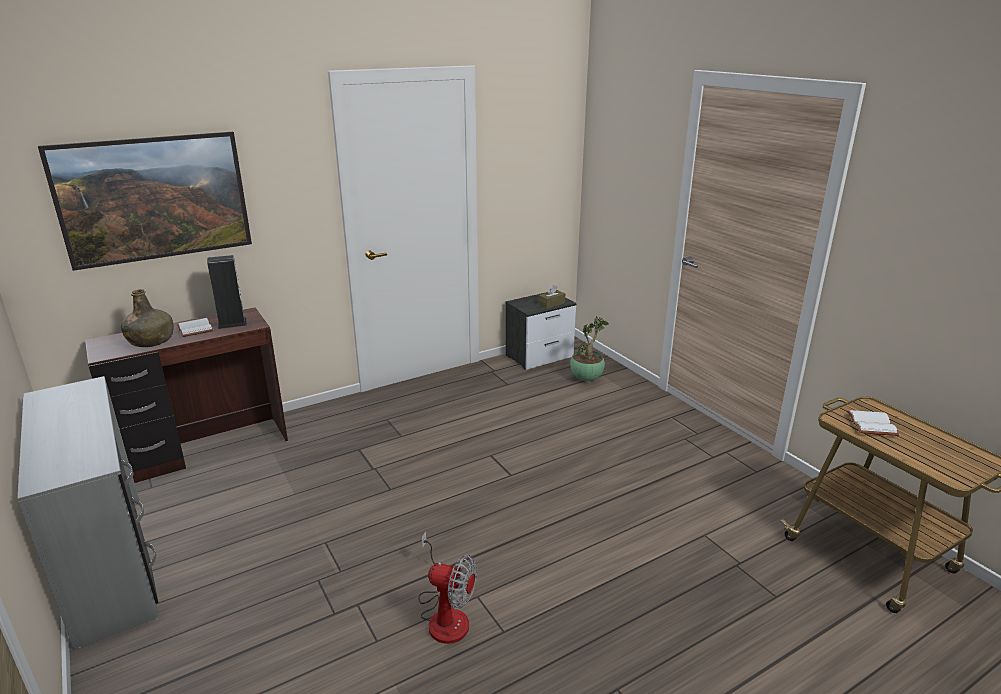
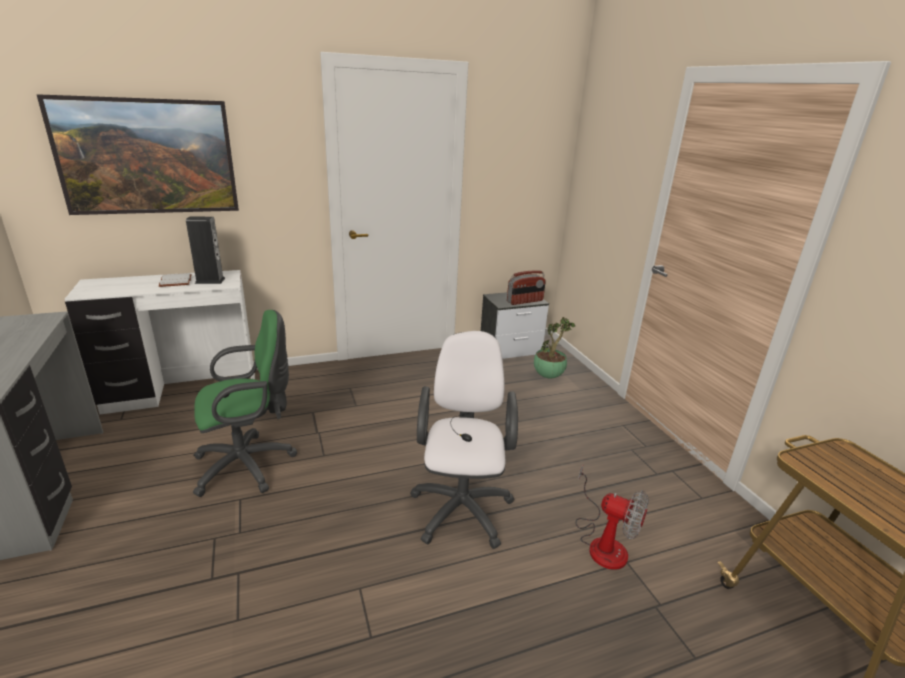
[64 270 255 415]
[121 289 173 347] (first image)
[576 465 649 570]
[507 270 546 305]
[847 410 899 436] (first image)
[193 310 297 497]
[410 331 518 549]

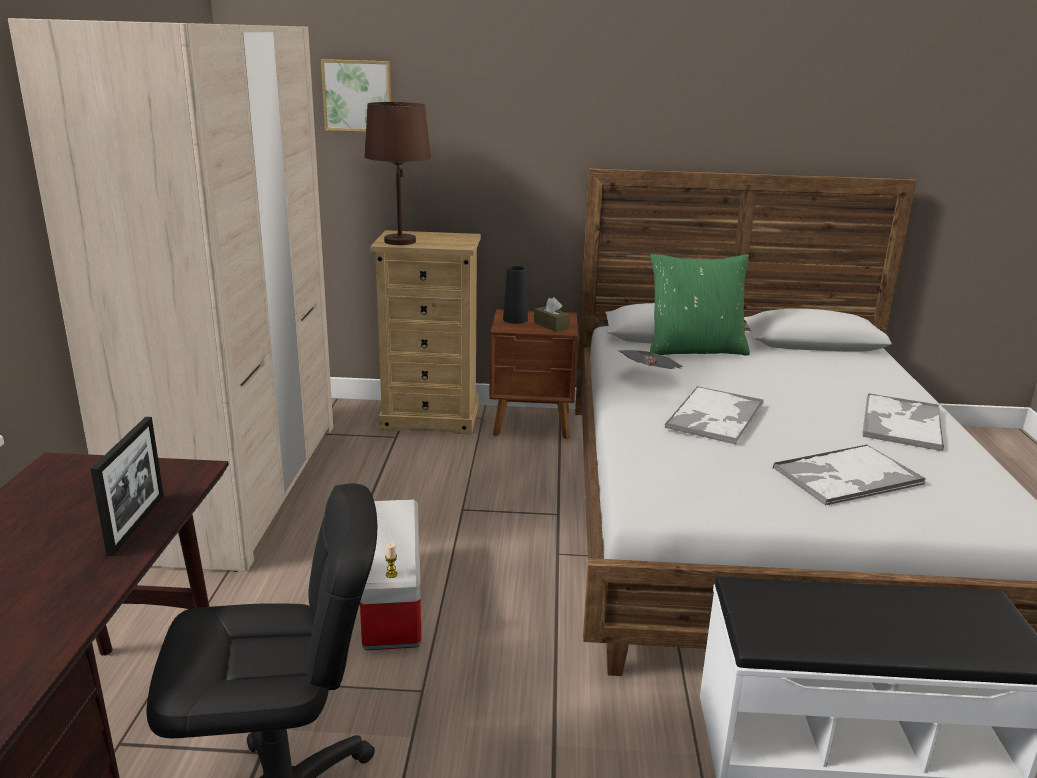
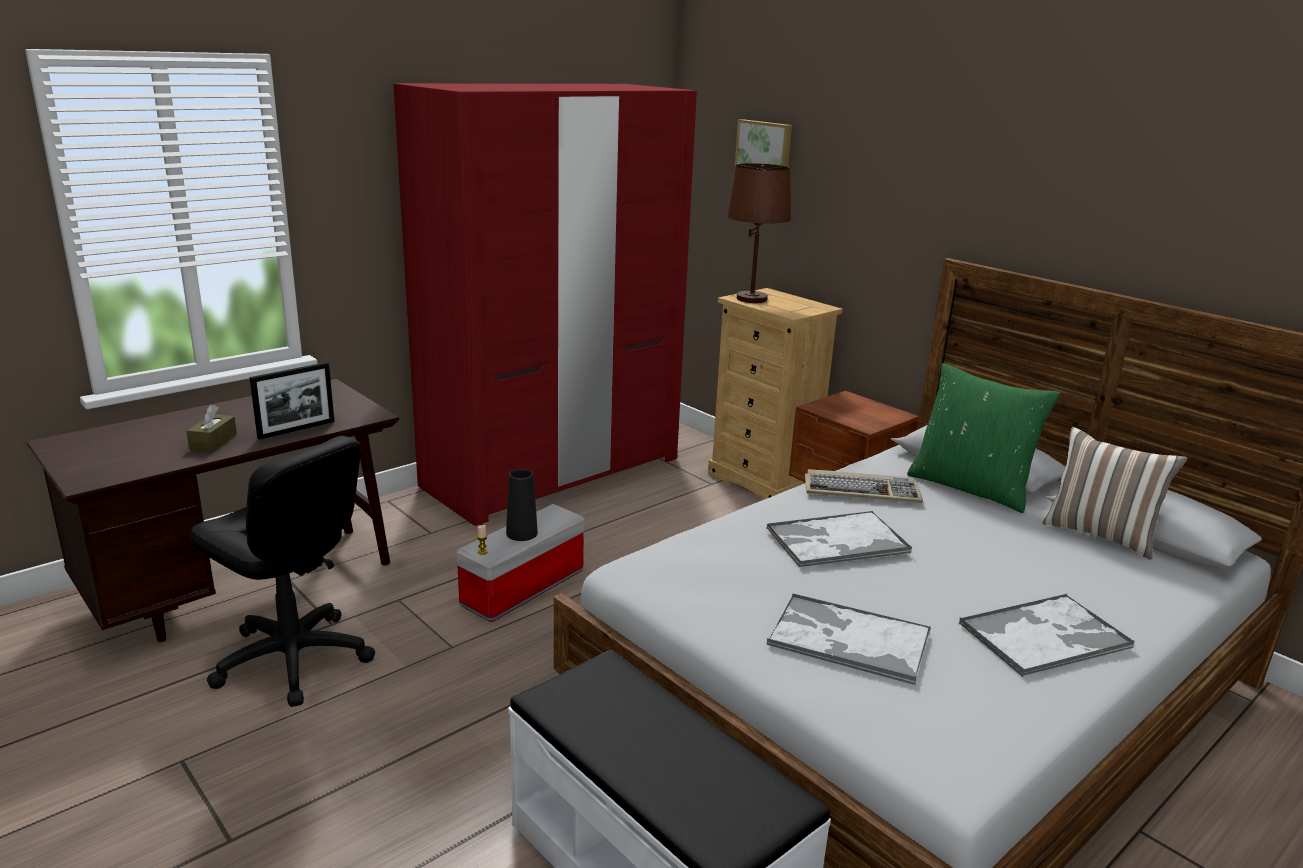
[393 83 697 526]
[506 469 538 541]
[186 405 237 452]
[805 469 923 503]
[1043 427 1188 560]

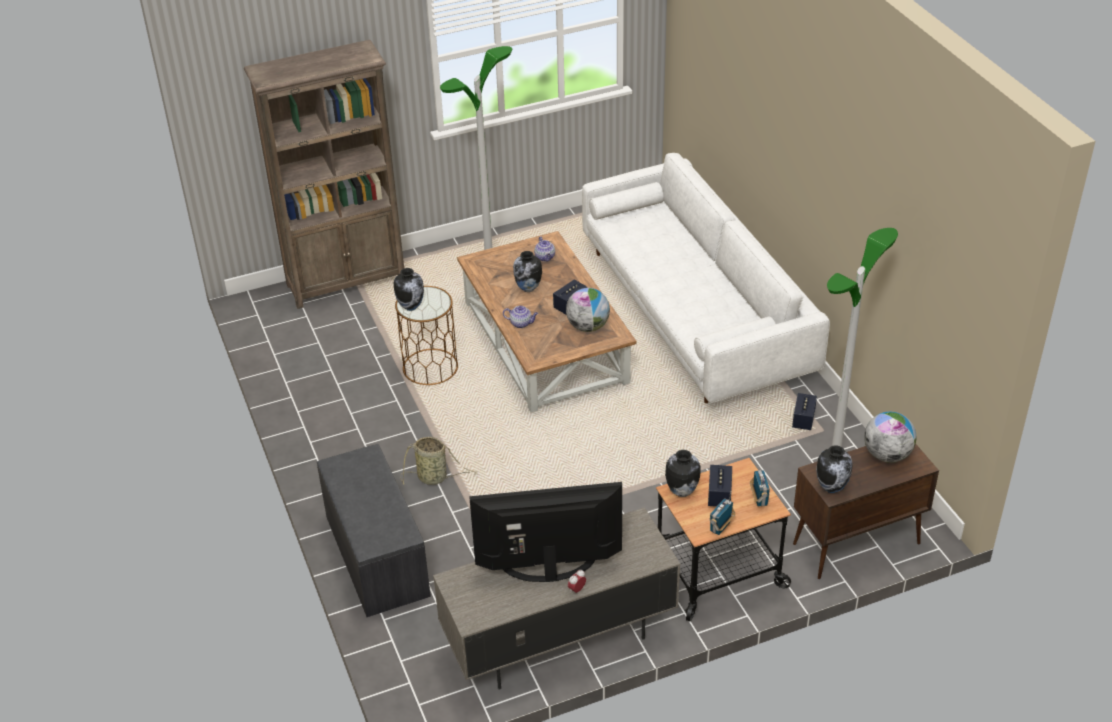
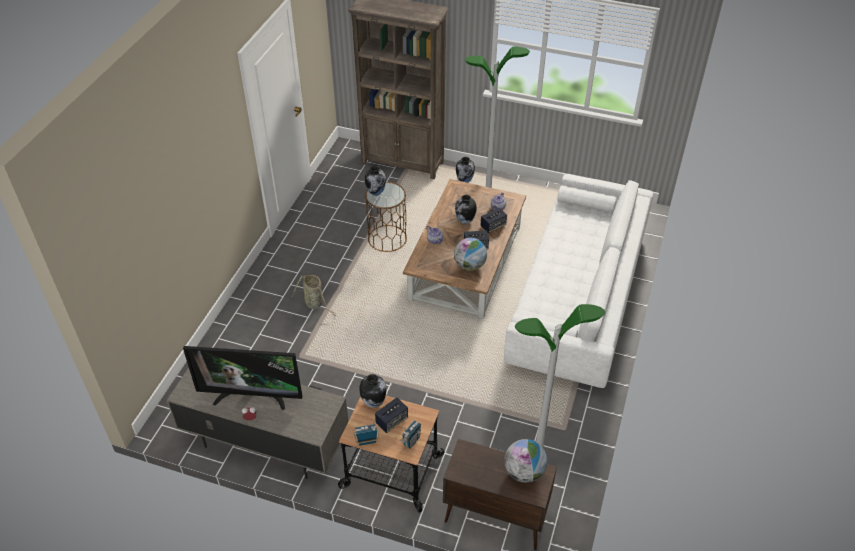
[317 444 431 617] (first image)
[183 346 302 410]
[481 208 507 233]
[456 157 475 183]

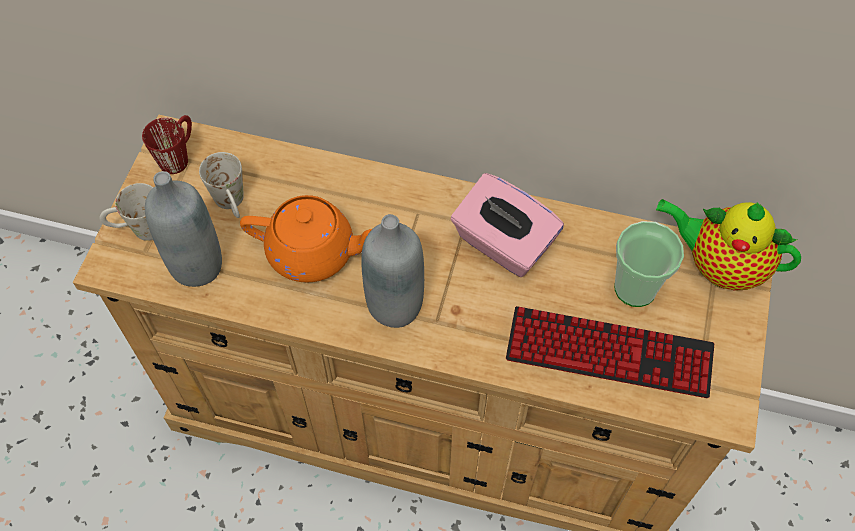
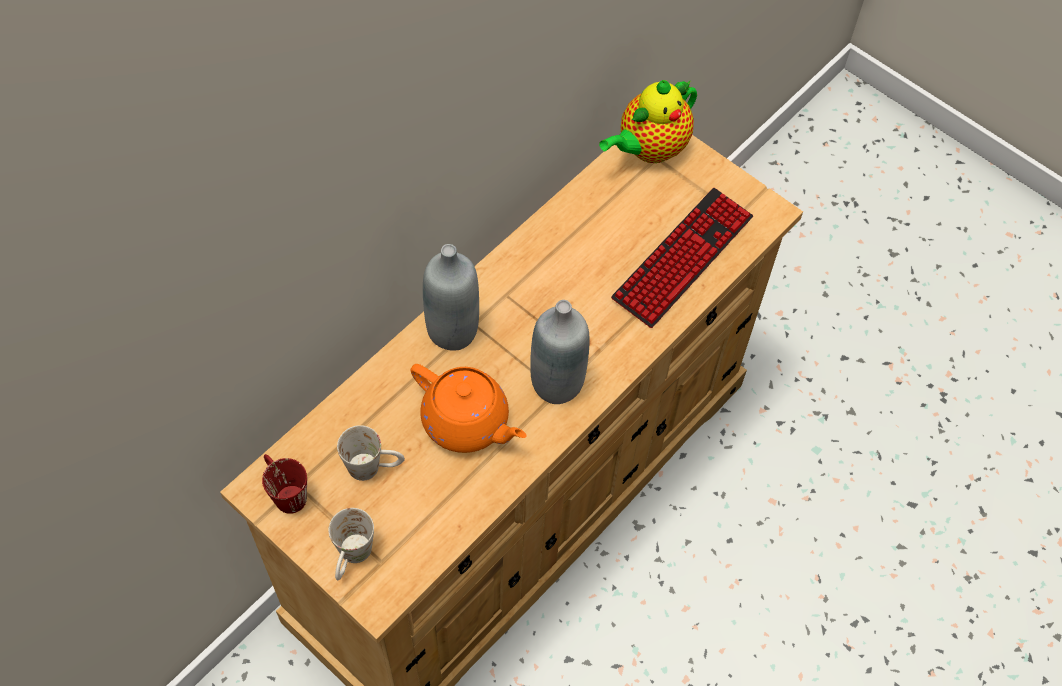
[423 244 479 351]
[411 364 527 453]
[451 173 564 277] (first image)
[614 221 684 307] (first image)

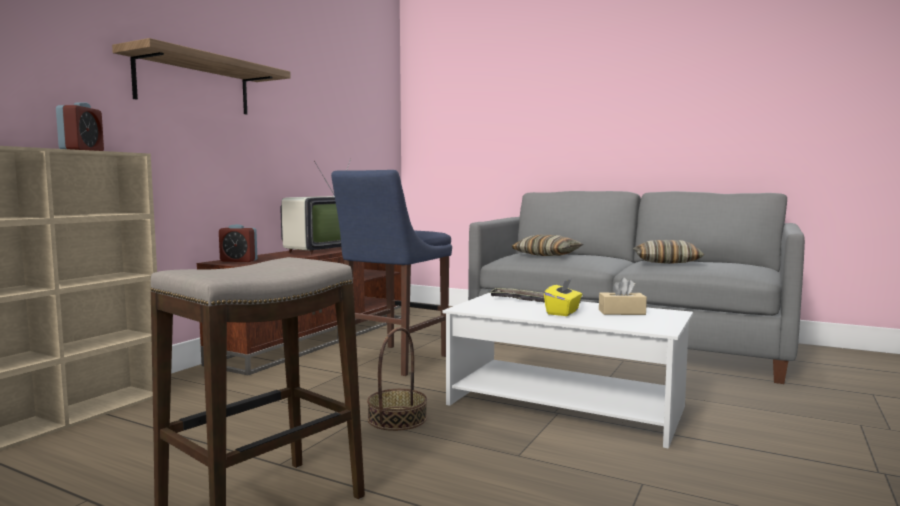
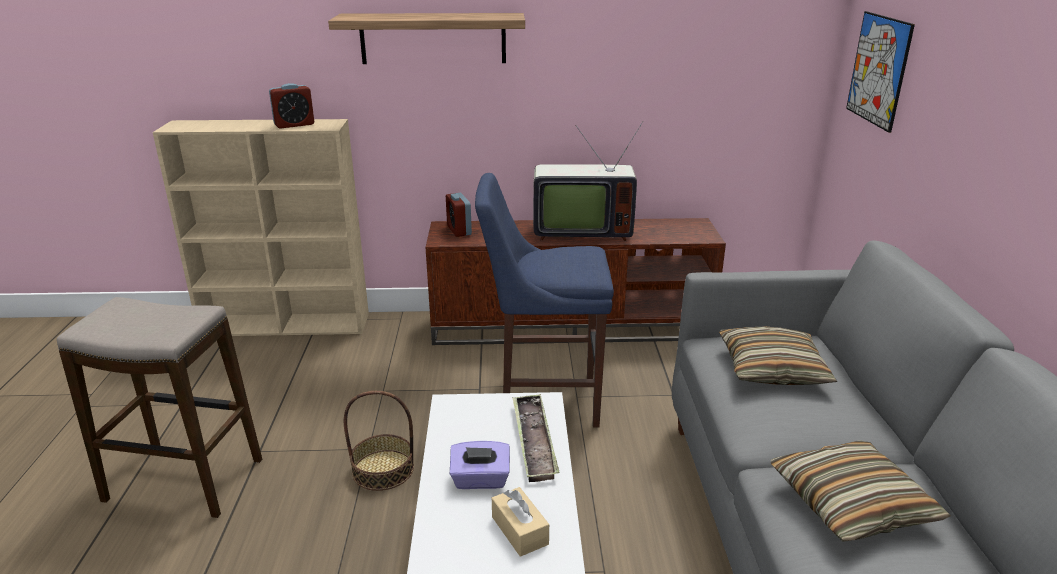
[450 441 510 489]
[846 11 915 133]

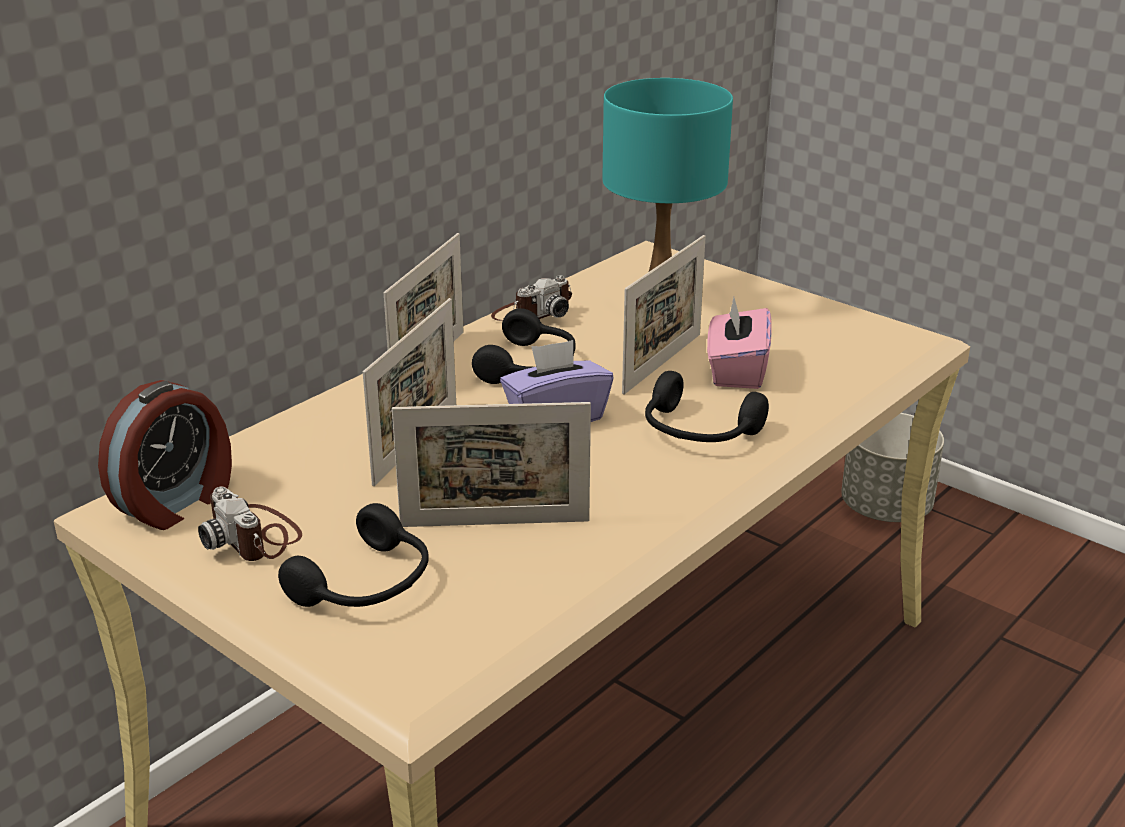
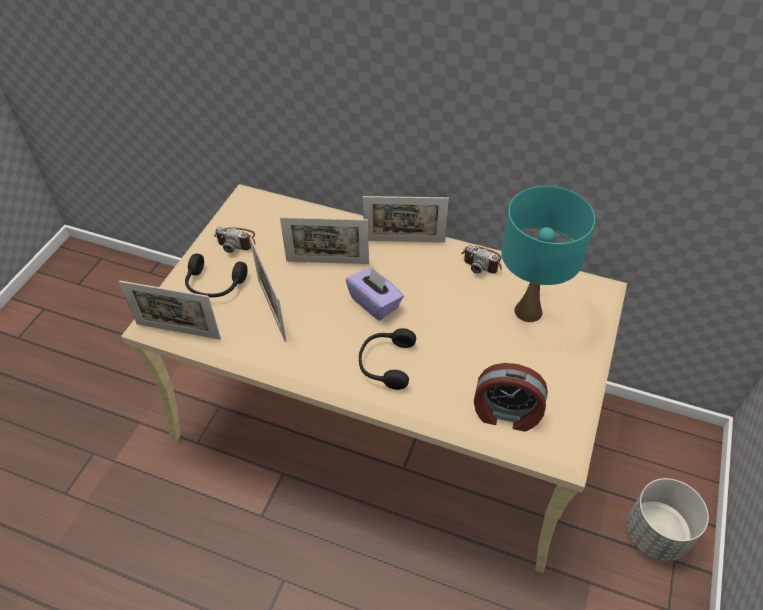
[474 363 548 432]
[214 227 255 253]
[472 308 576 384] (first image)
[119 280 221 339]
[707 297 772 389] (first image)

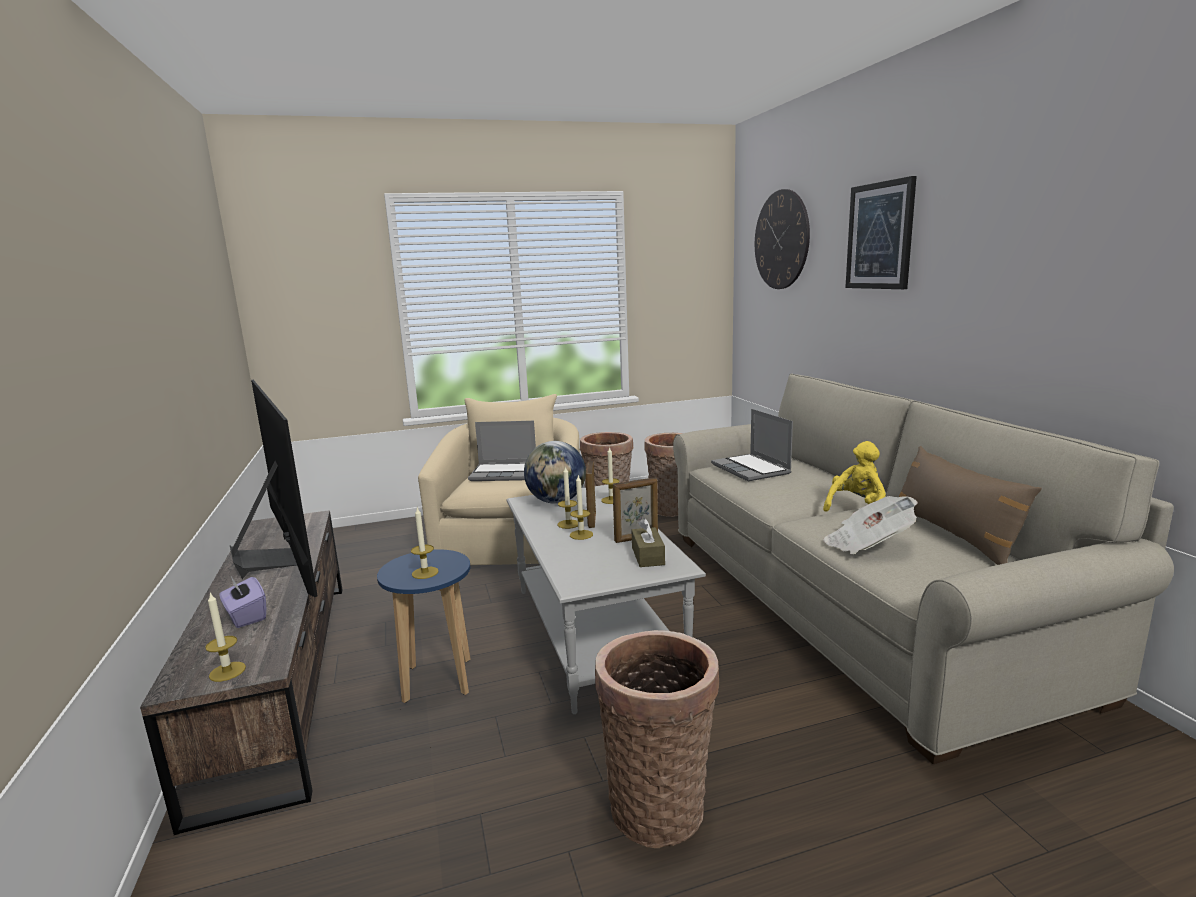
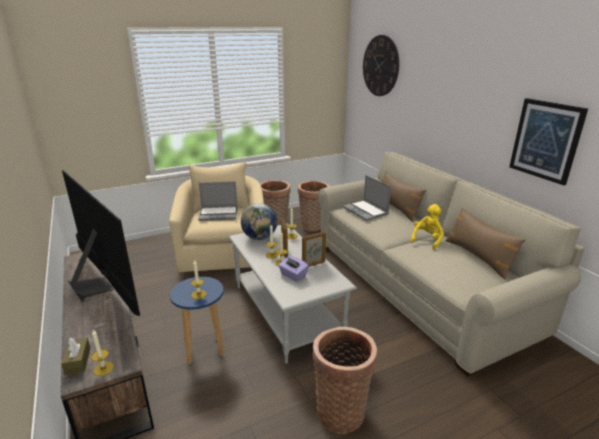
[278 256 309 282]
[61 338 91 375]
[823 496 918 554] (first image)
[509 98 588 185]
[381 171 426 222]

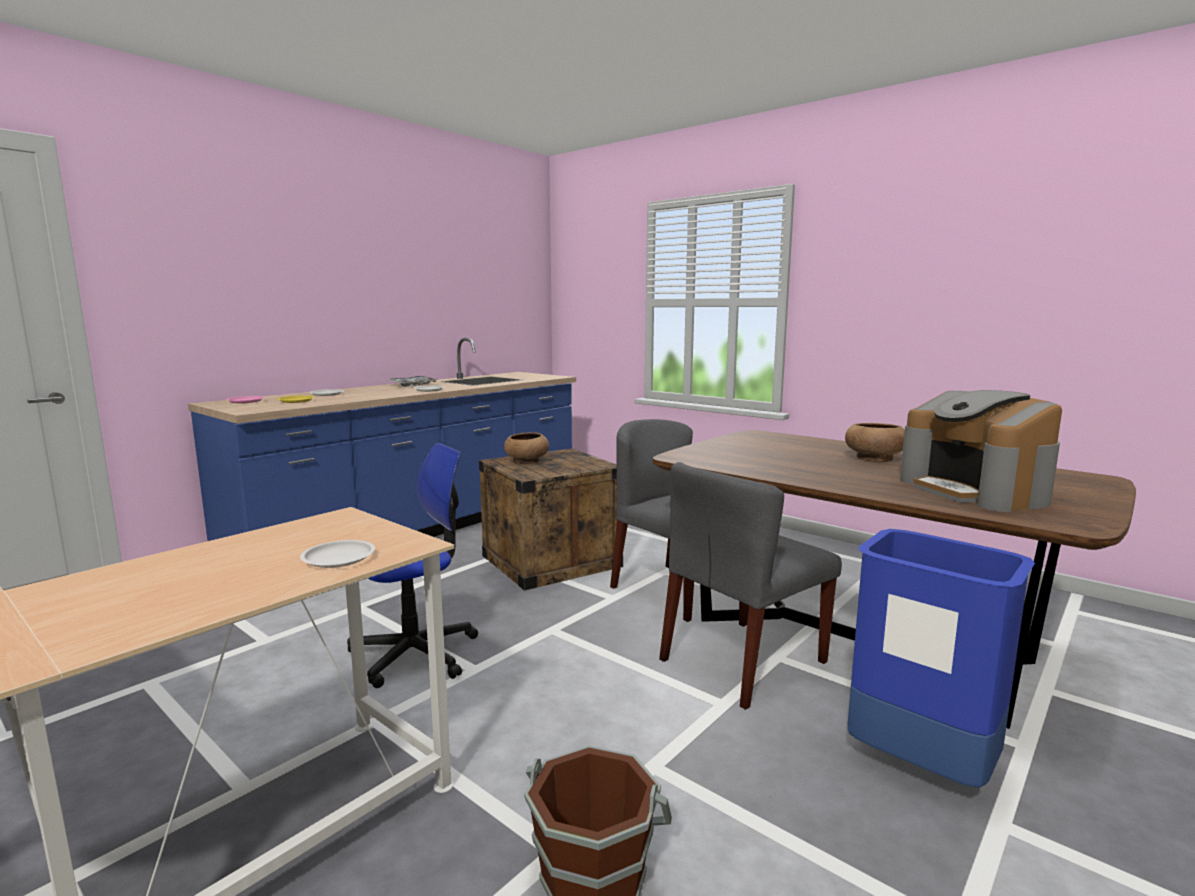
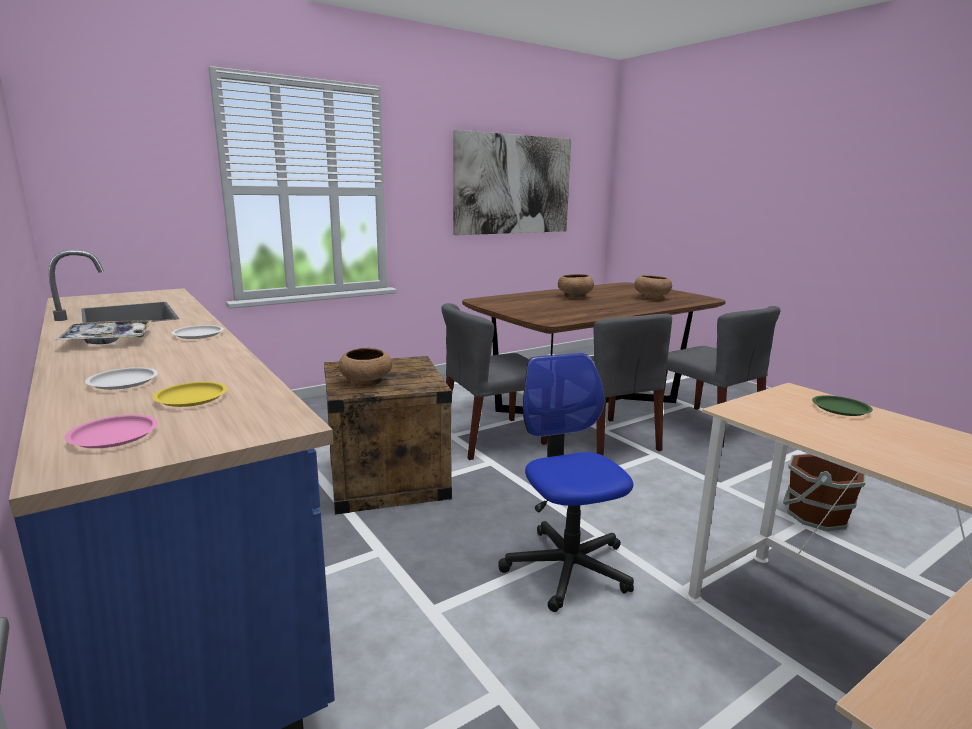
[812 395 873 416]
[663 306 780 448]
[634 275 672 300]
[453 130 572 235]

